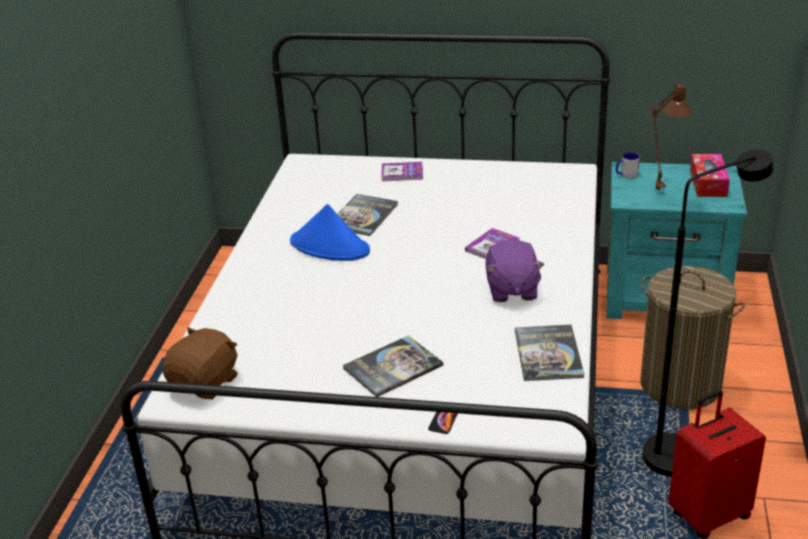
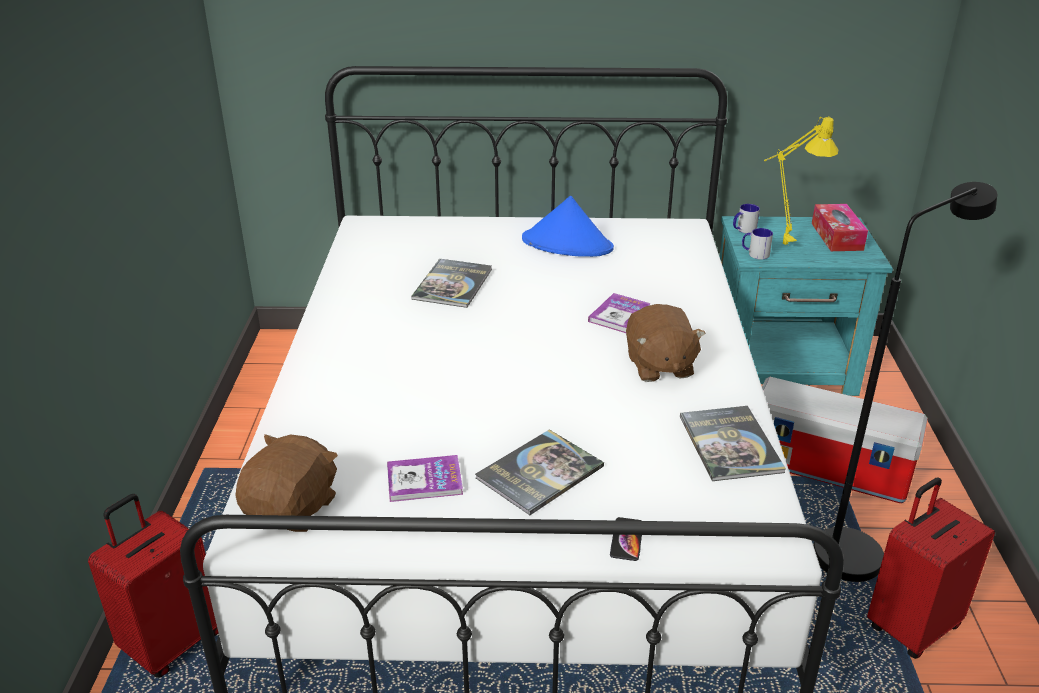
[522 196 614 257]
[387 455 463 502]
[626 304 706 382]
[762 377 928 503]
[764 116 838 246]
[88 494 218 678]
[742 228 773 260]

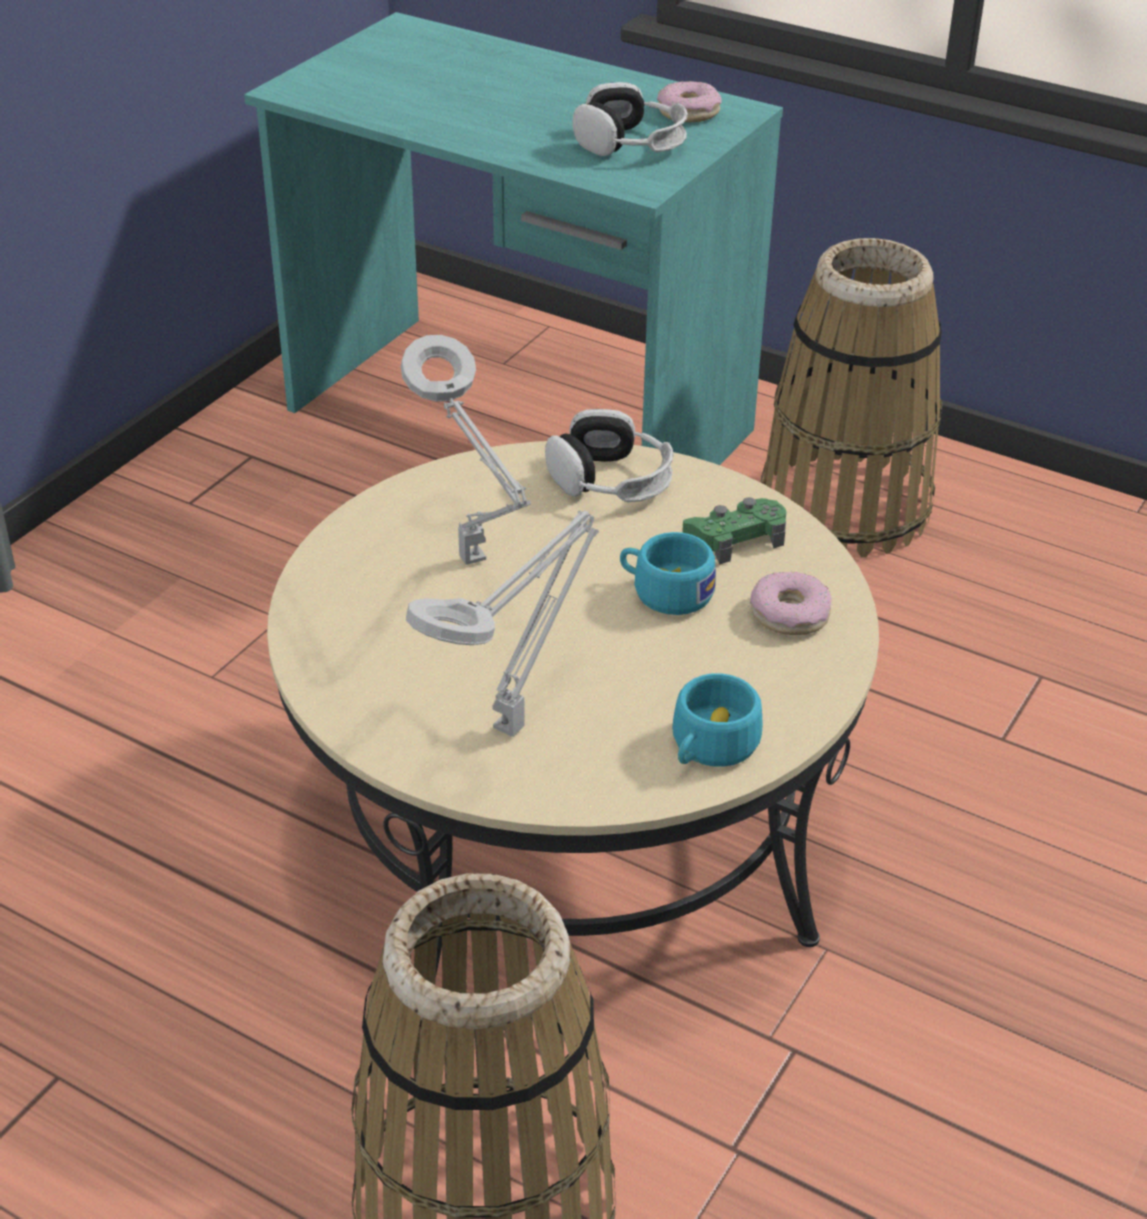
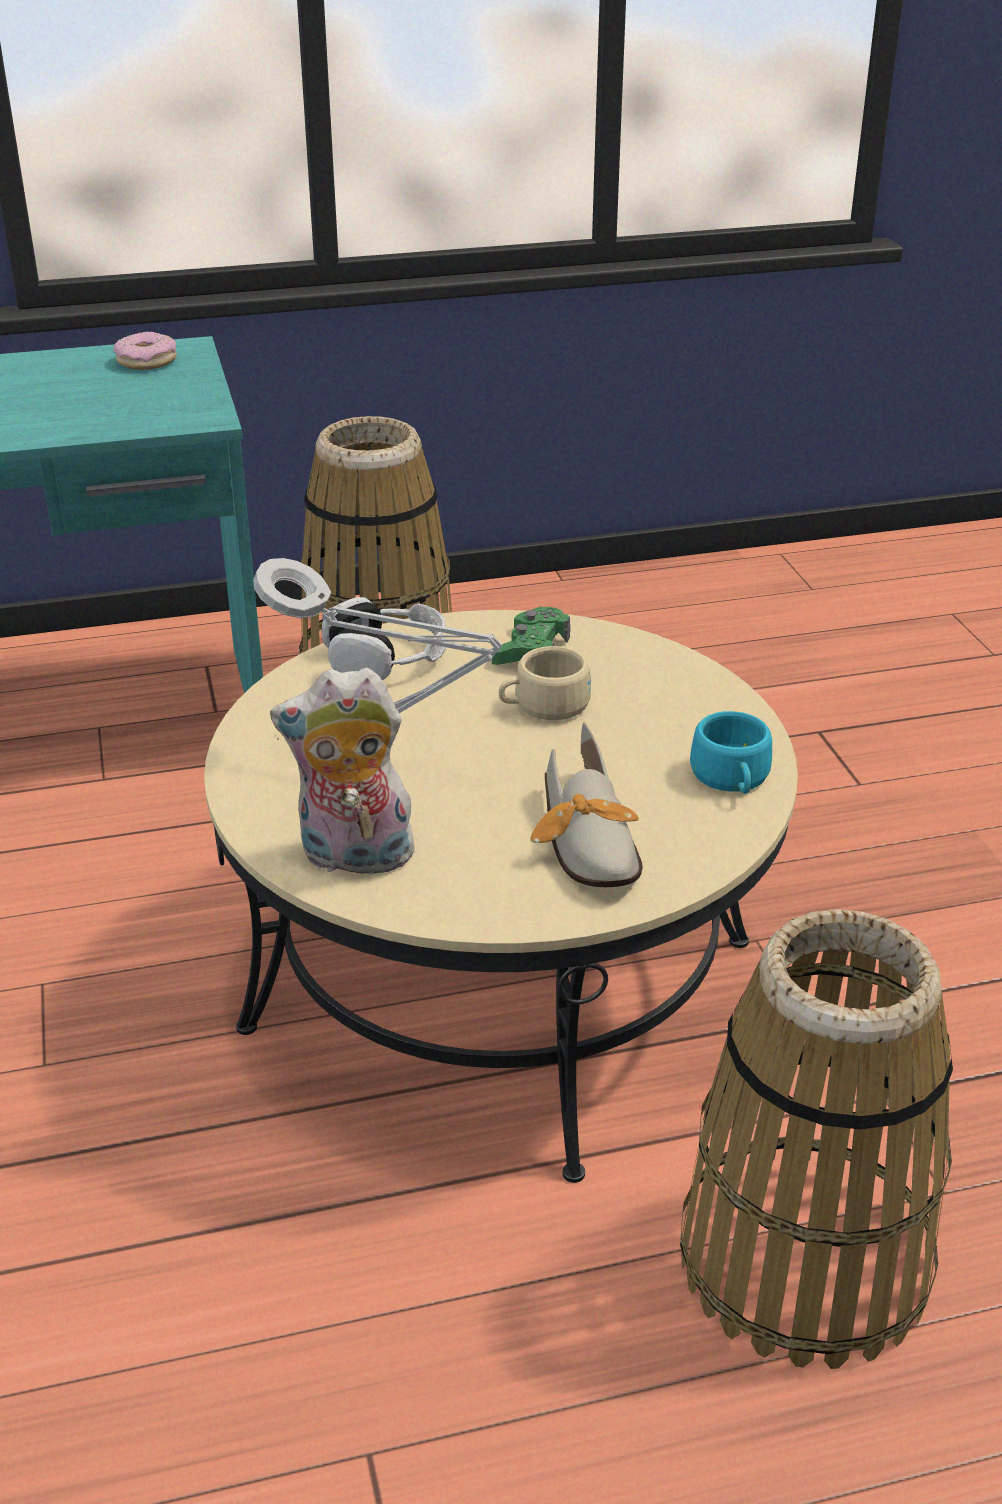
[531 722 643 887]
[573 82 688 156] (first image)
[499 646 591 720]
[750 572 832 635] (first image)
[270 668 418 874]

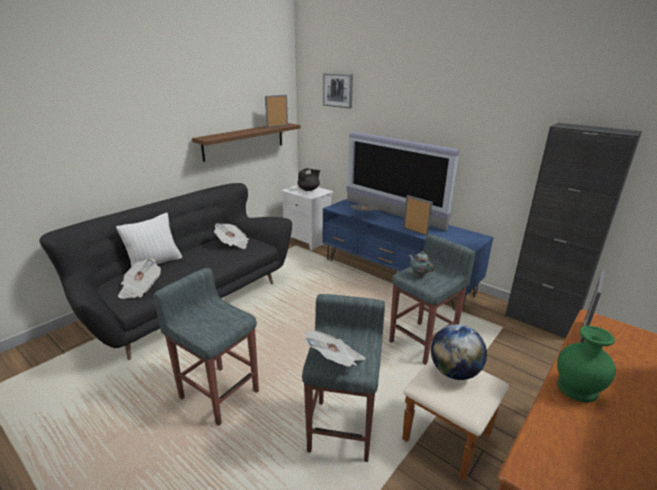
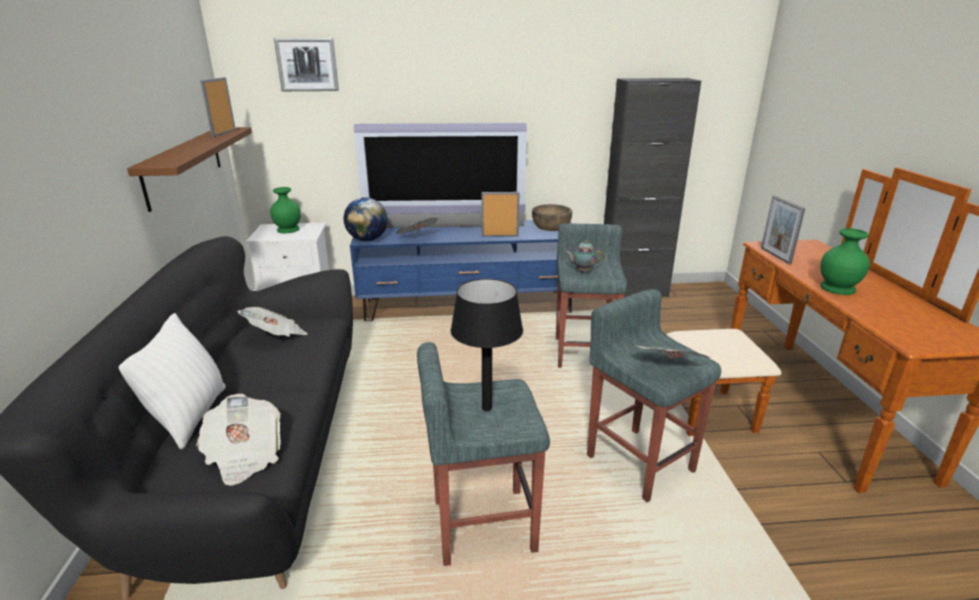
[270 187 301 233]
[344 197 388 241]
[450 279 523 411]
[532 204 572 231]

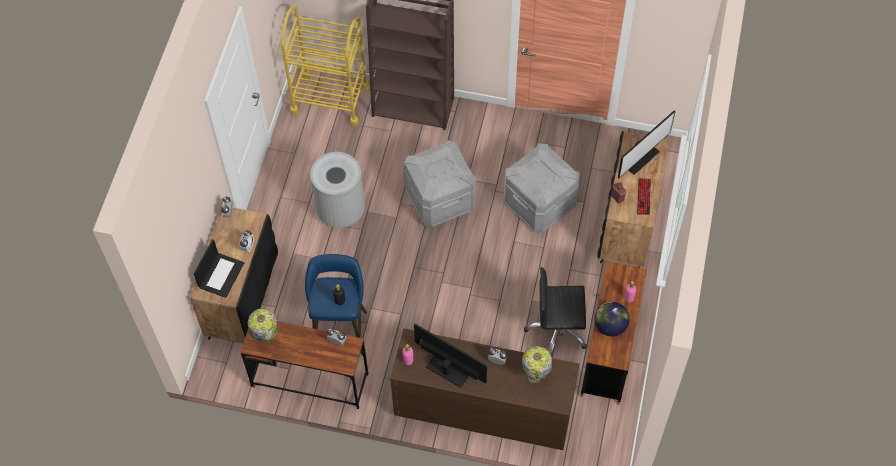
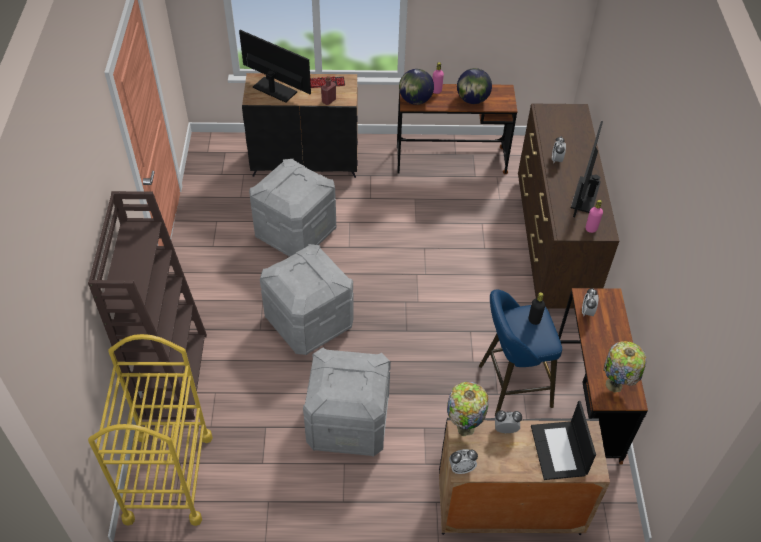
[531 401 596 480]
[303 347 391 457]
[447 382 489 436]
[524 267 587 357] (first image)
[399 69 434 105]

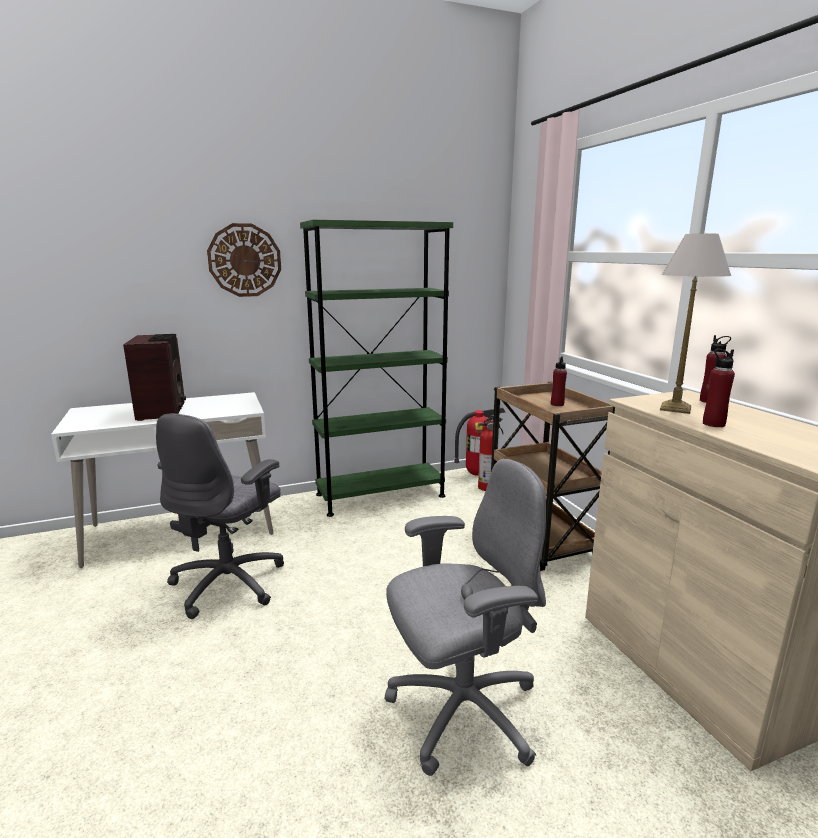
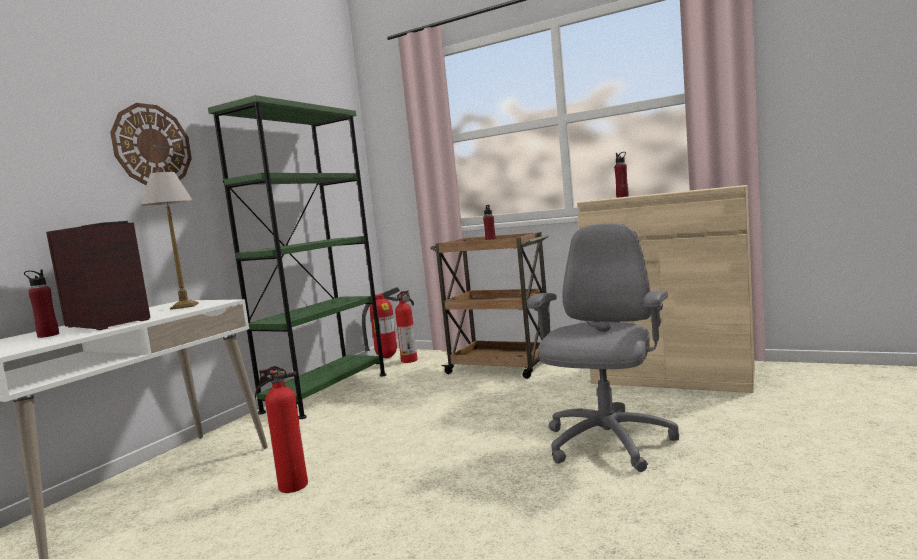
[255 366 308 493]
[141 172 199 310]
[24 269 59 338]

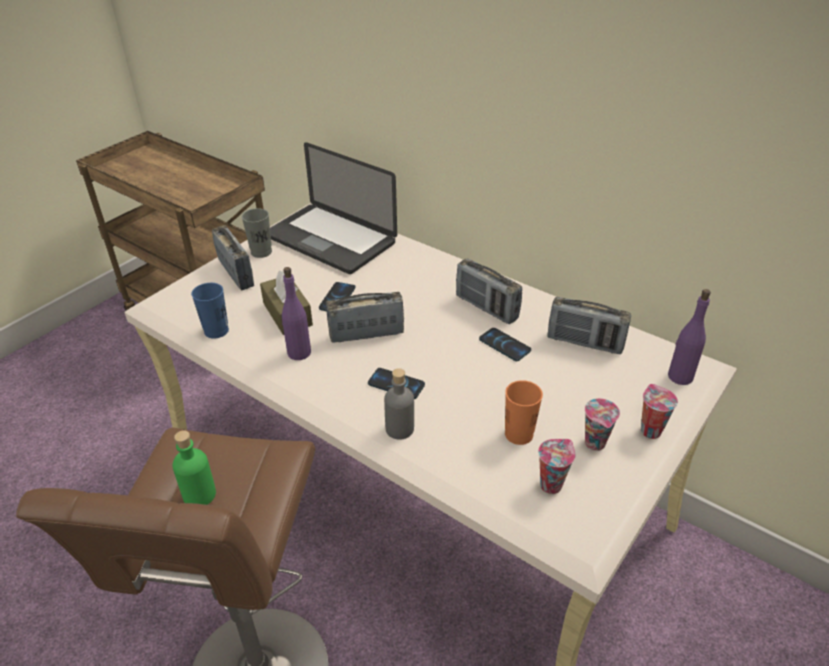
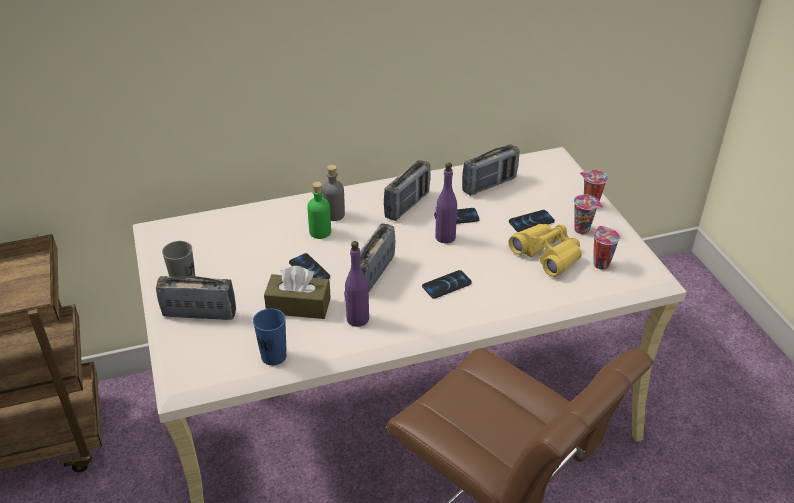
[307 182 331 239]
[270 142 397 274] (first image)
[322 165 345 221]
[384 160 431 221]
[509 224 582 277]
[435 163 457 243]
[509 210 555 232]

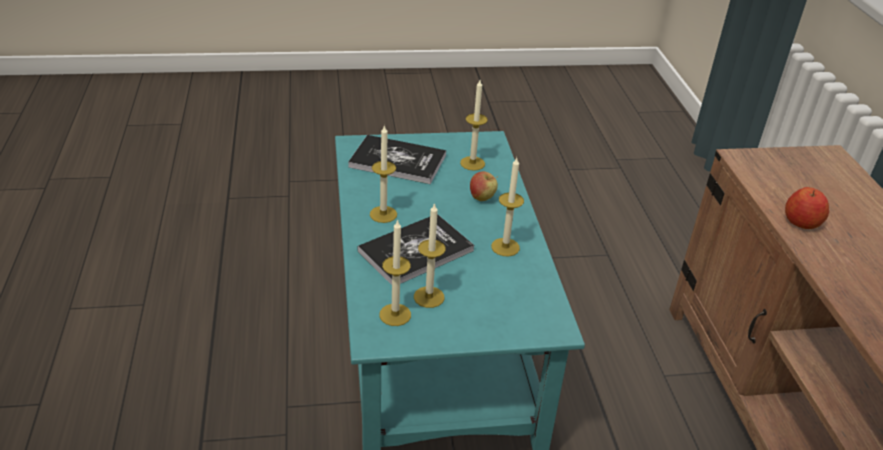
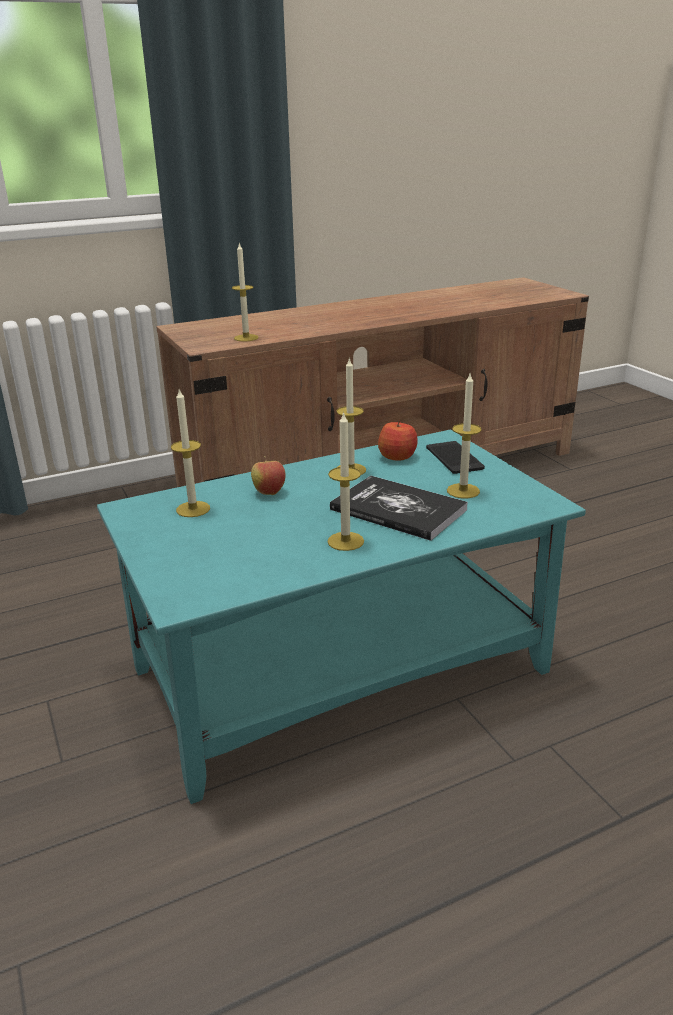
[348 135 446 184] (first image)
[232 243 259 341]
[378 419 418 461]
[426 441 485 474]

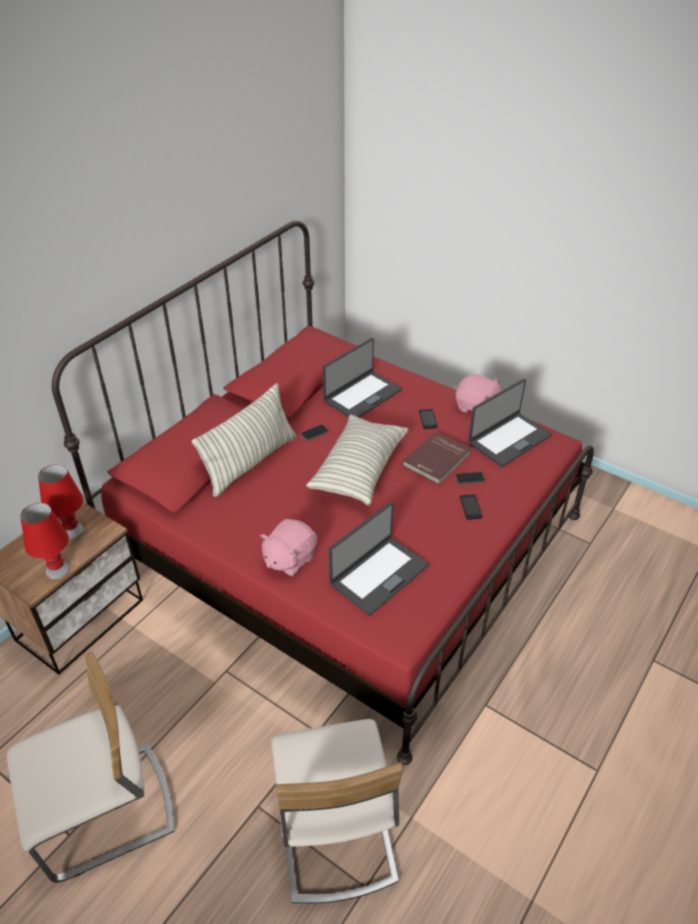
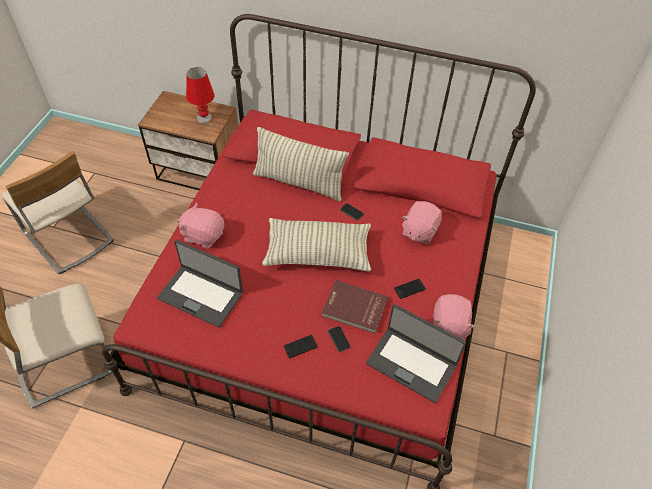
[20 503 69 579] (first image)
[402 201 442 245]

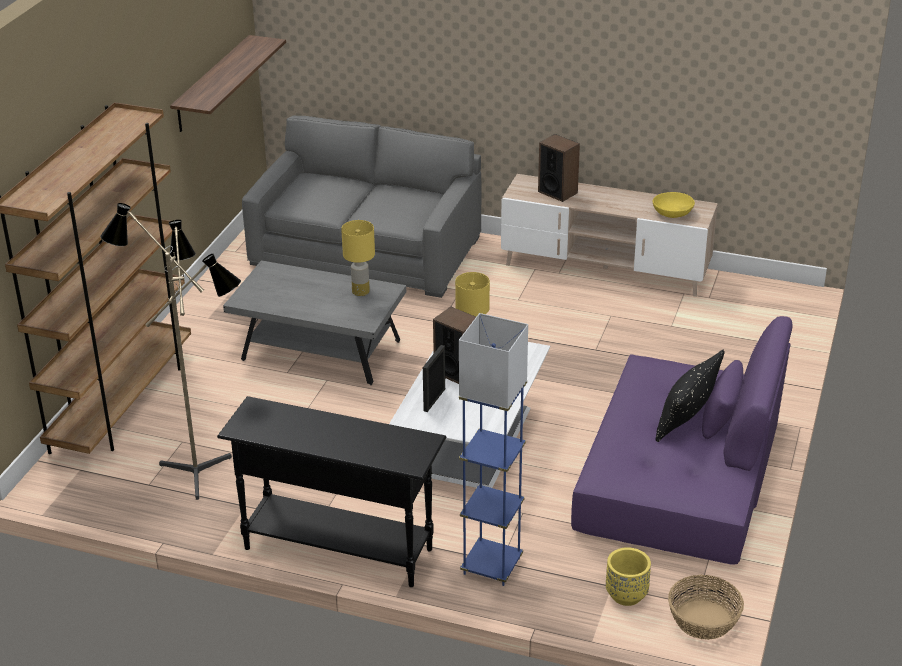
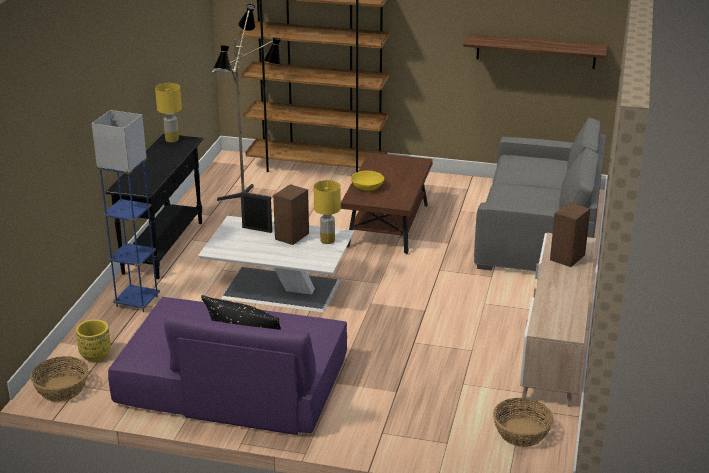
[341 153 433 254]
[155 83 182 142]
[351 171 384 191]
[493 398 553 447]

